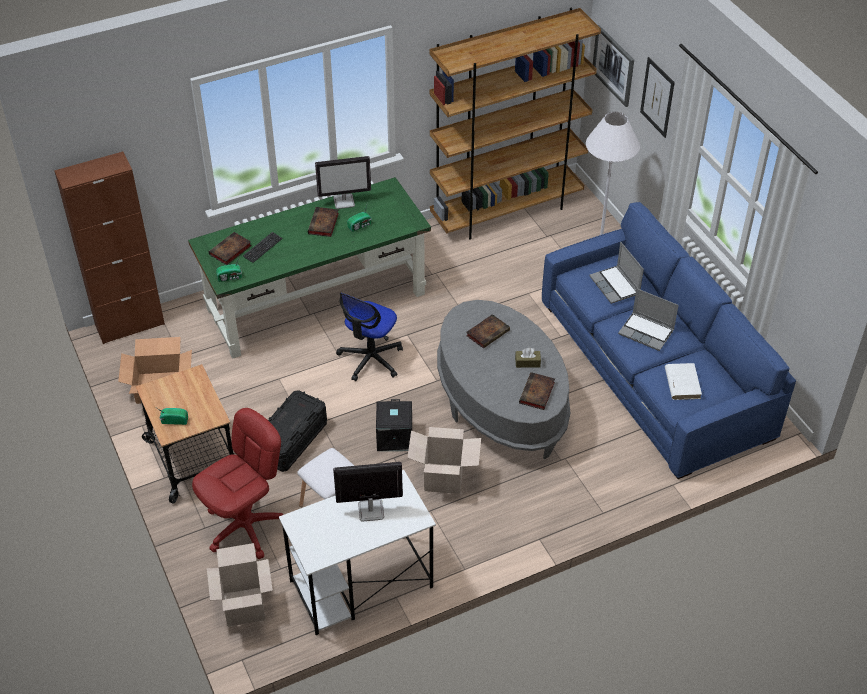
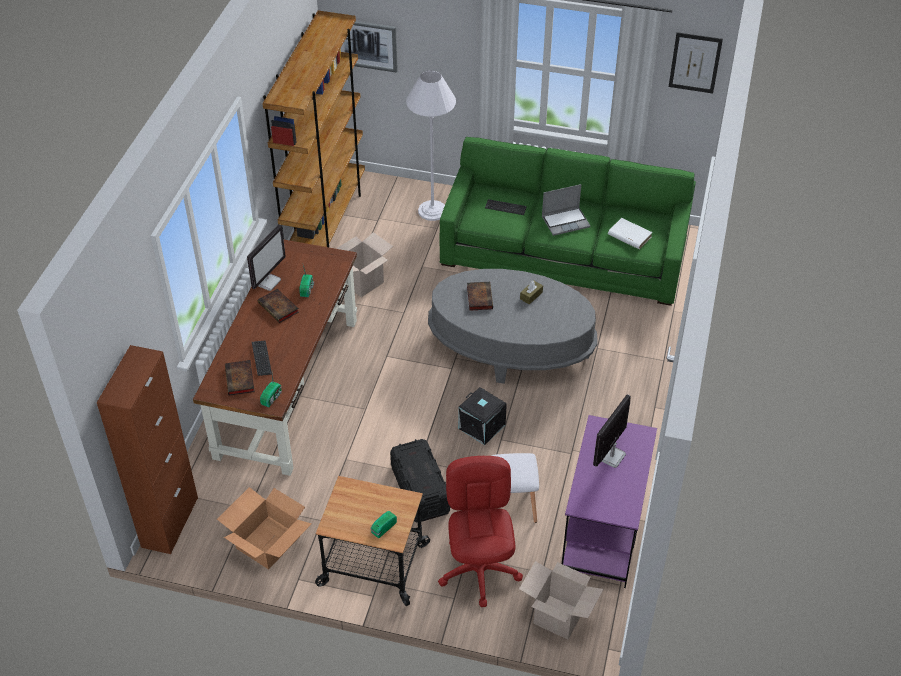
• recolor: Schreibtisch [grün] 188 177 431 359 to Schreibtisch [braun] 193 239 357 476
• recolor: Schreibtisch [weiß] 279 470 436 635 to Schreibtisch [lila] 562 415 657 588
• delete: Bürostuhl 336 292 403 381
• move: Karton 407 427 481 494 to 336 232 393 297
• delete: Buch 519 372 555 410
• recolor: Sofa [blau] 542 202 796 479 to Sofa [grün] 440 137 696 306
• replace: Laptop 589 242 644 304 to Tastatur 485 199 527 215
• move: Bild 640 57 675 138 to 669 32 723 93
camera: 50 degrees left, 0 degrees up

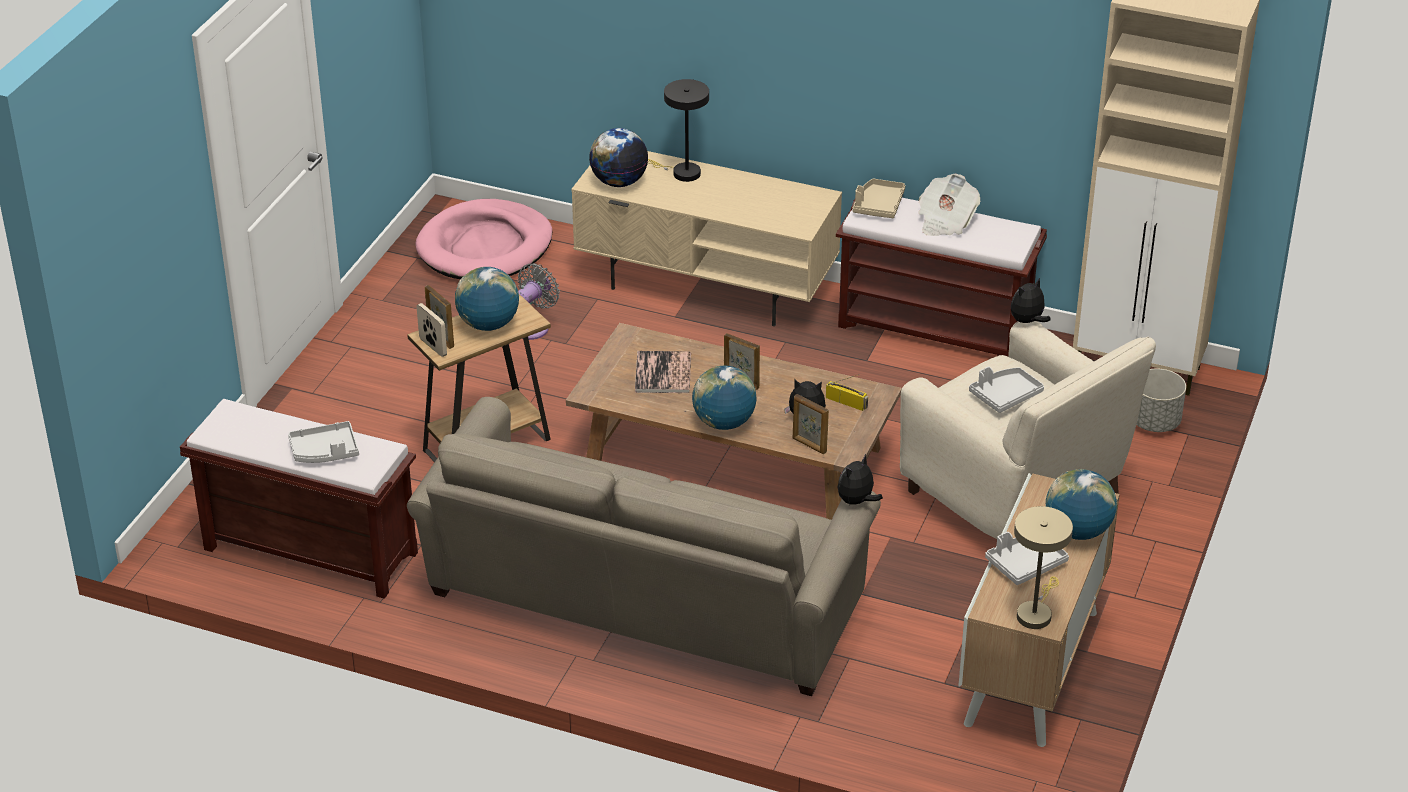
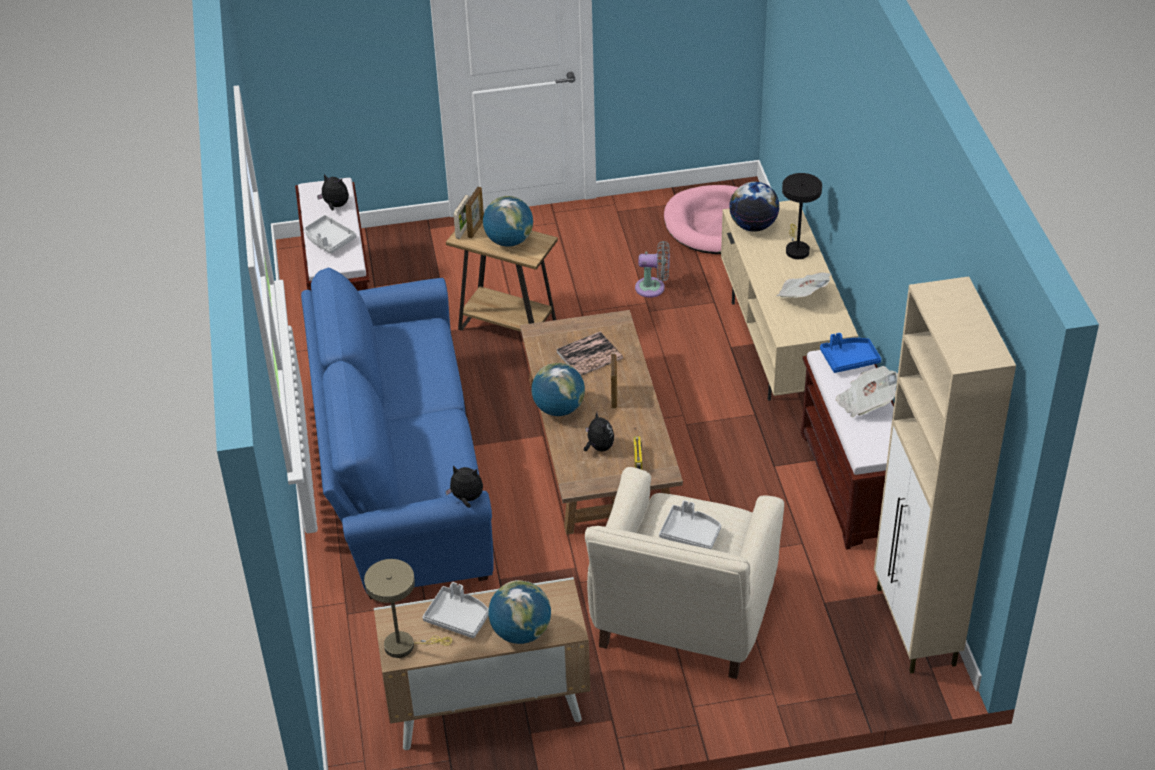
• recolor: Sofa [beige] 407 397 881 696 to Sofa [blau] 301 268 494 599
• delete: Bilderrahmen 793 394 829 454
• recolor: Tablett [beige] 853 179 905 218 to Tablett [blau] 820 333 881 373
• move: Plüschtier 1011 277 1051 323 to 317 174 349 211
• delete: Pflanzkübel [grau] 1136 369 1186 432
• insert: Zeitung 776 272 831 298
camera: 60 degrees right, 5 degrees up

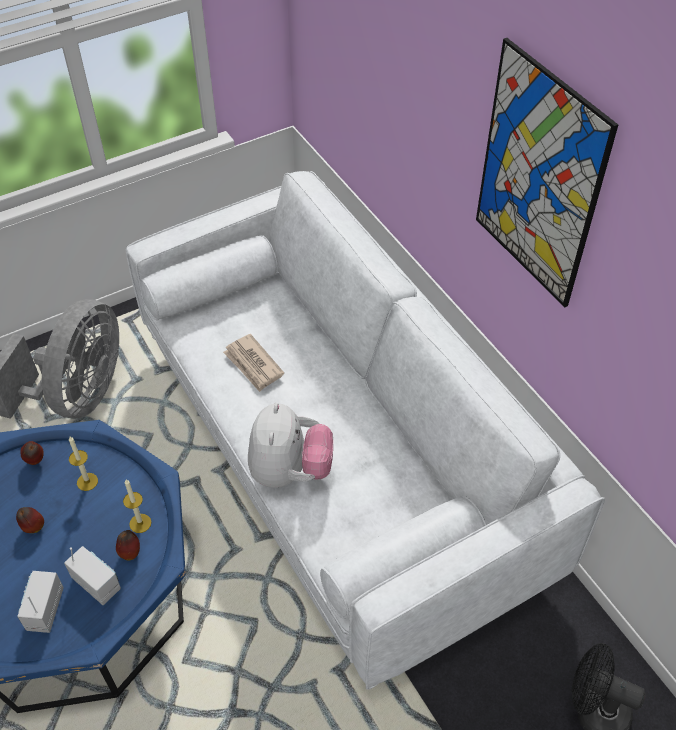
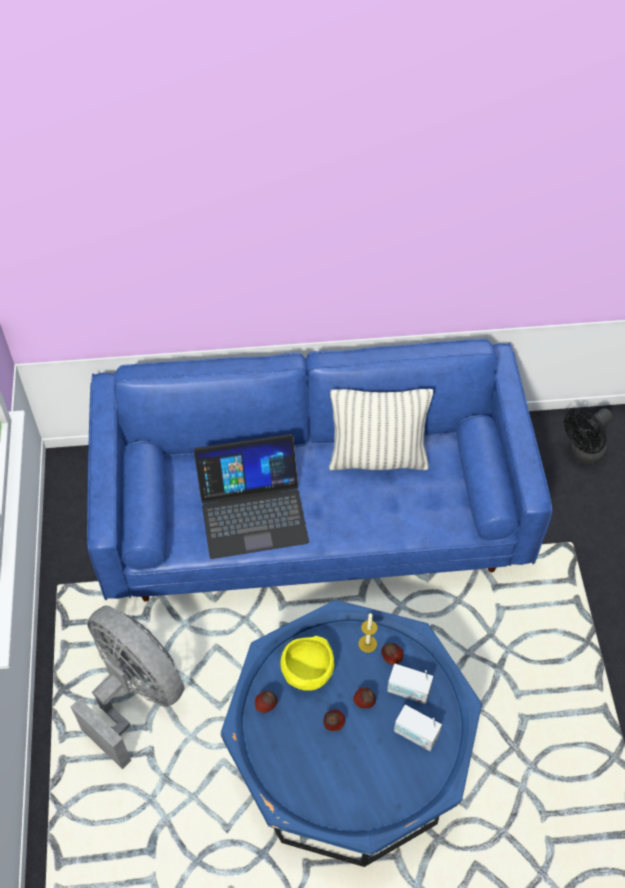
• rotate: Radio 64 546 121 605 = 387 664 433 704 135 degrees counterclockwise
• replace: Kerze 69 437 98 491 to Schüssel [gelb] 280 636 334 691
• recolor: Sofa [weiß] 126 171 605 690 to Sofa [blau] 87 339 552 602
• replace: Zeitung 223 334 284 392 to Laptop 194 434 309 559
• delete: Plüschtier 248 403 333 488
• delete: Bild 476 38 618 307
• insert: Kissen 329 389 433 470
• insert: Apfel 353 688 376 708
camera: 65 degrees left, 5 degrees up

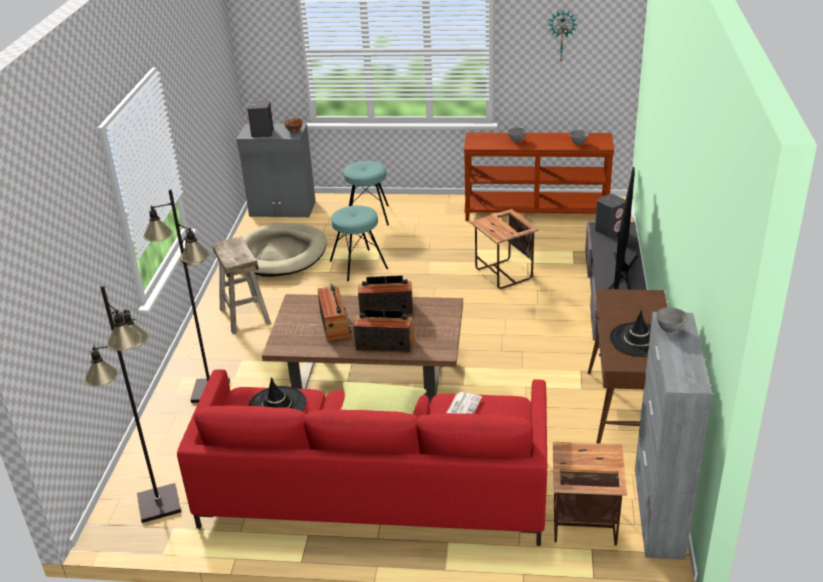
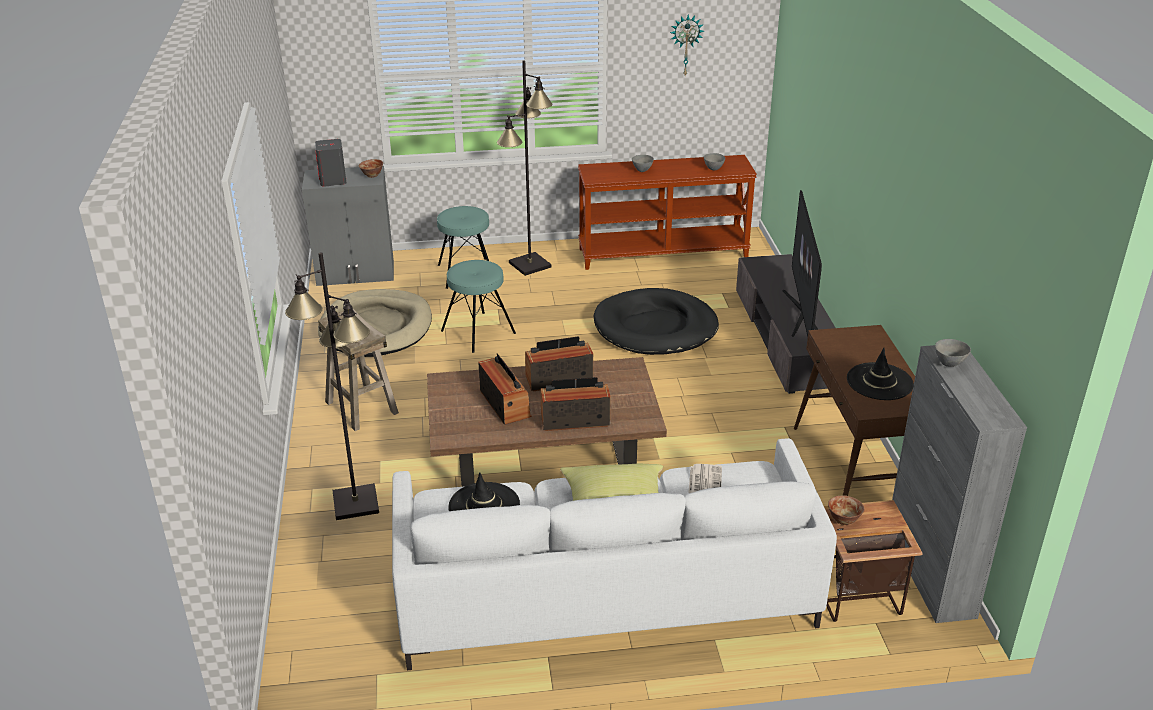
• move: Stehlampe [schwarz] 85 285 181 523 to 497 61 552 276
• recolor: Sofa [rot] 177 369 547 546 to Sofa [weiß] 392 438 837 671
• replace: Beistelltisch 471 209 539 289 to Hundebett [schwarz] 593 288 719 355
• delete: Lautsprecher [grau] 595 194 625 237
• insert: Schüssel 828 495 865 525
camera: 15 degrees left, 0 degrees up

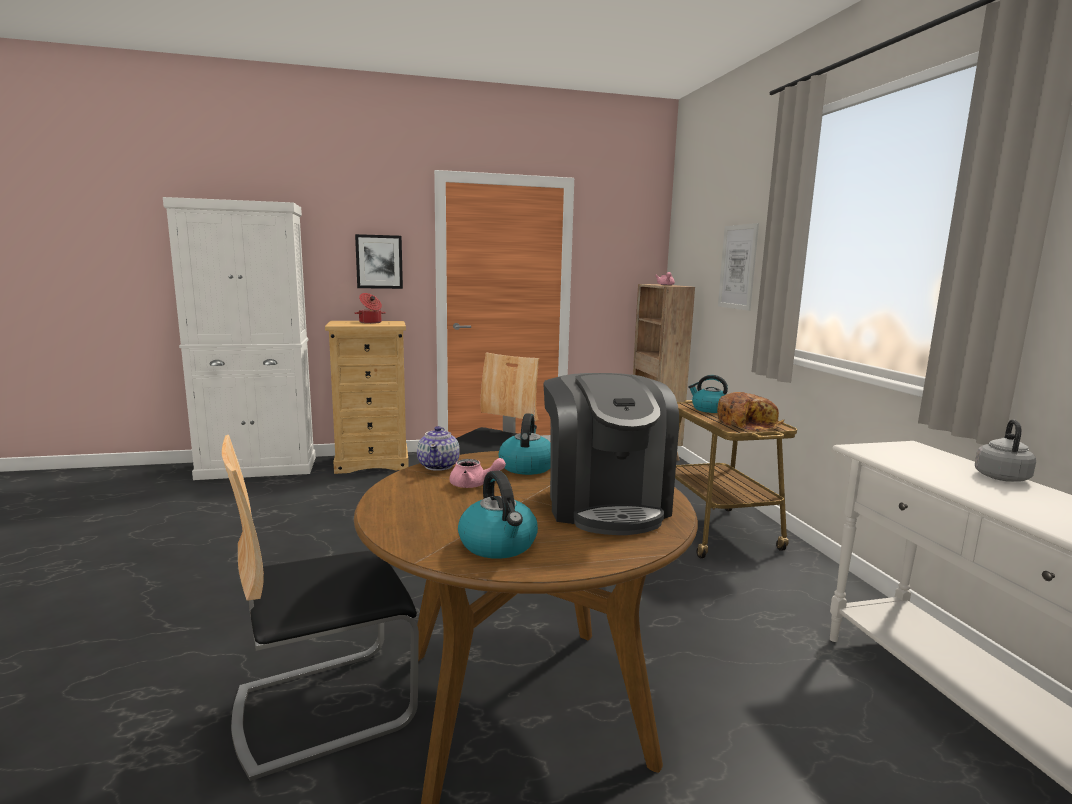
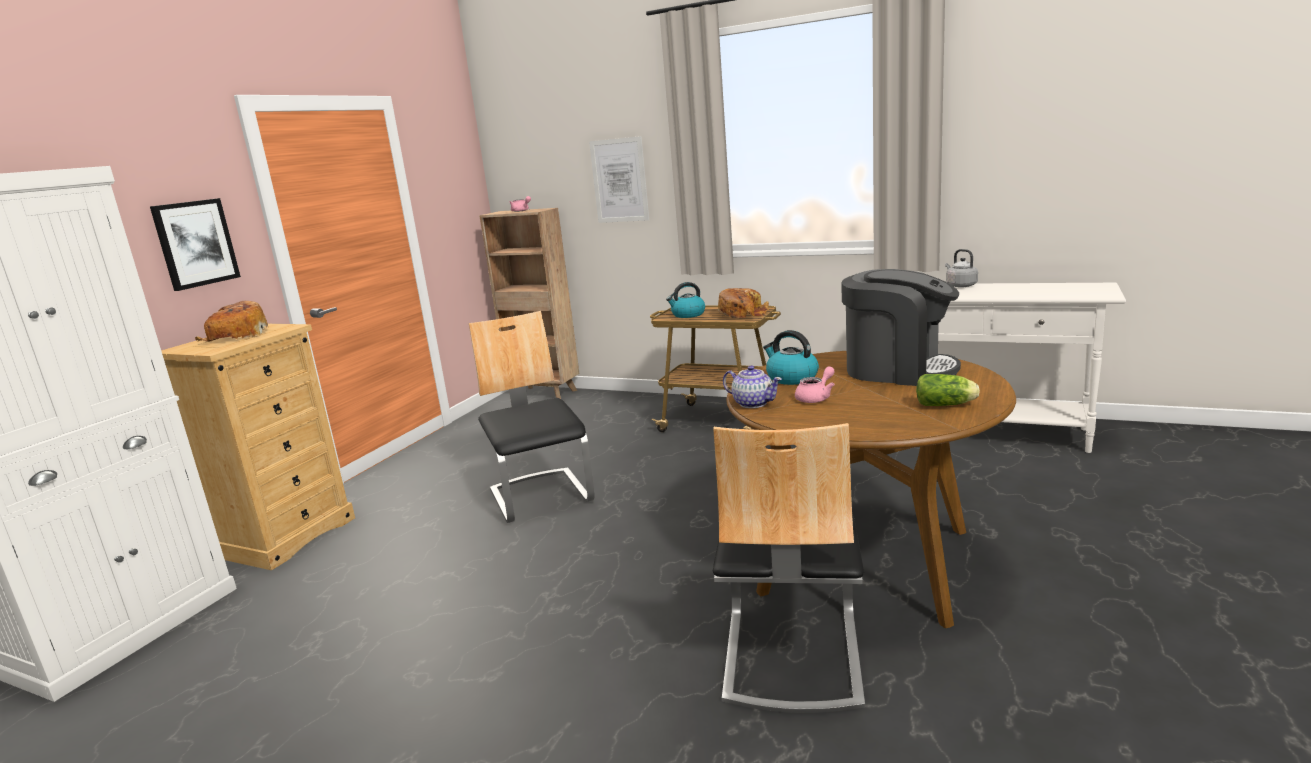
• replace: Kochtopf 355 293 386 324 to Brot 195 301 268 342
• replace: Wasserkessel 458 470 538 559 to Salatkopf 916 374 980 406
camera: 50 degrees left, 5 degrees up

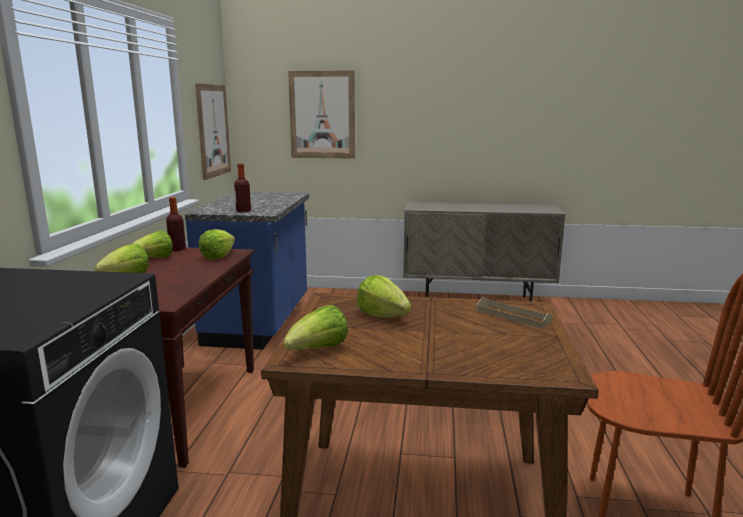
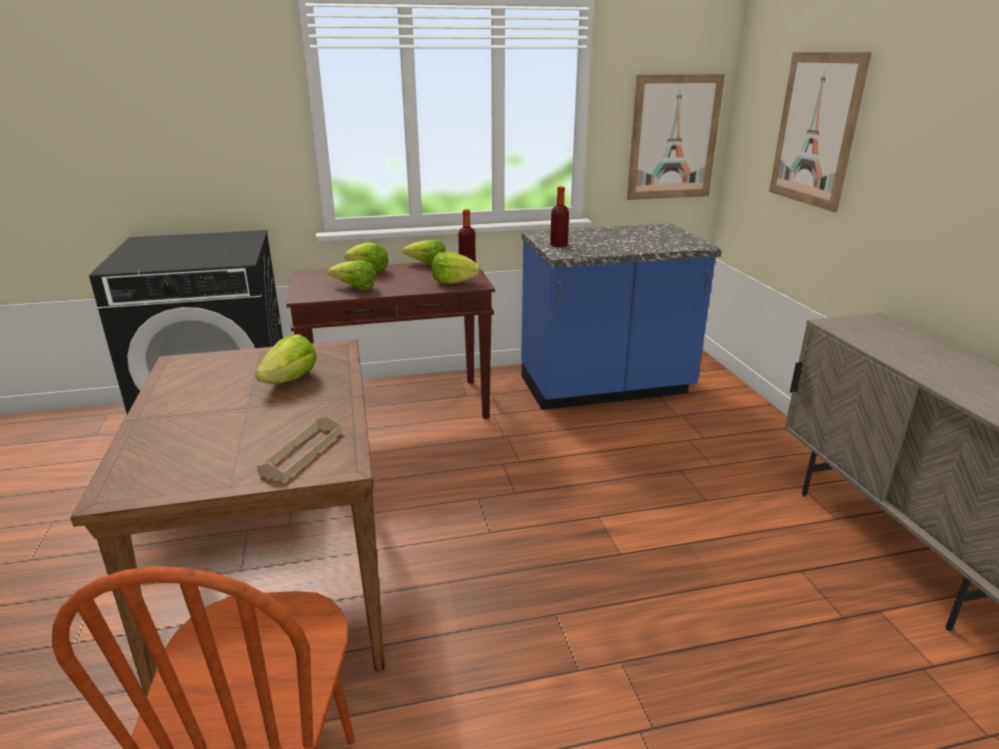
• move: Salatkopf 283 305 348 350 to 327 260 376 290
camera: 70 degrees right, 10 degrees up

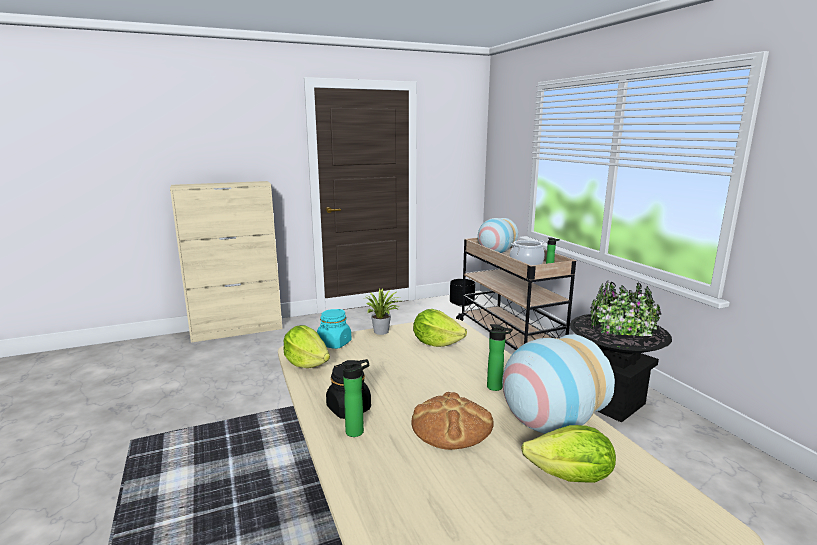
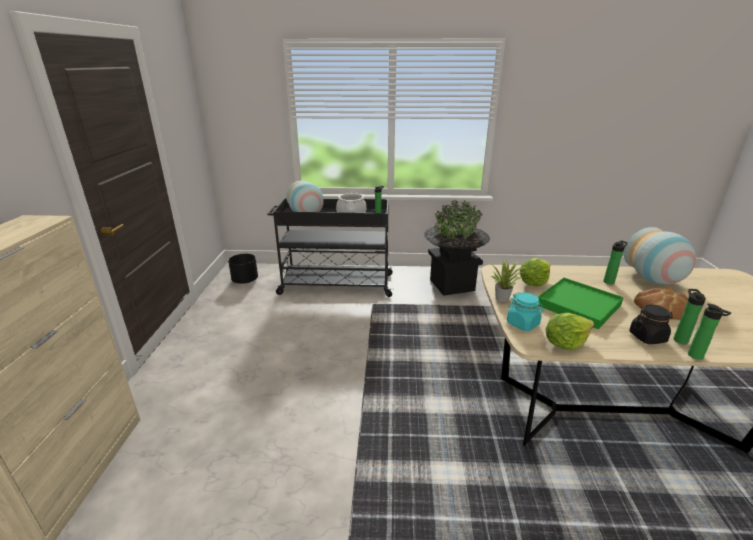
• recolor: Rollwagen [beige] 456 238 576 350 to Rollwagen [schwarz] 267 198 394 297
• delete: Salatkopf 521 425 616 483
• insert: Tablett [grün] 538 278 624 329
• insert: Flasche 688 303 731 360
camera: 65 degrees left, 10 degrees up

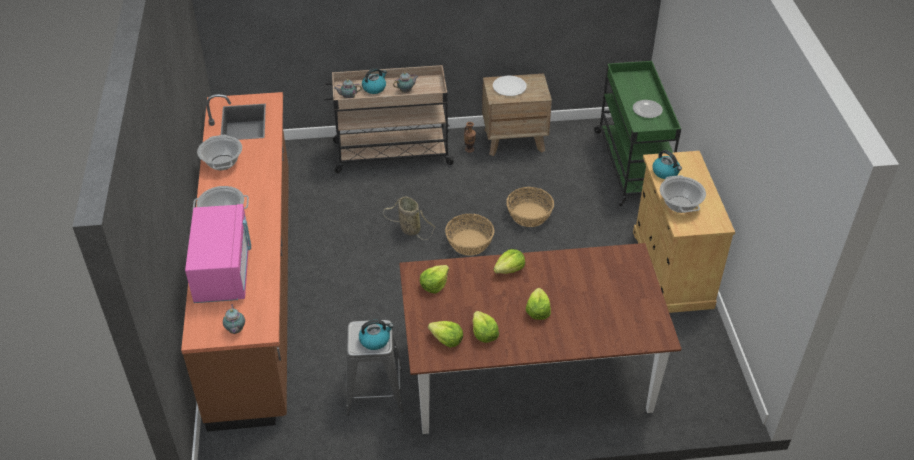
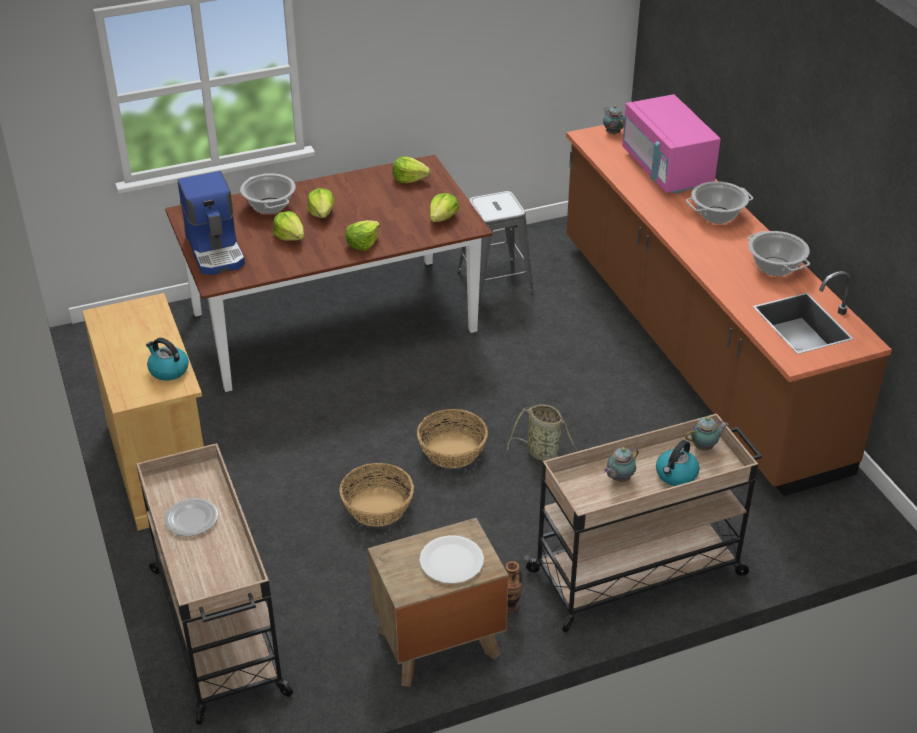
• delete: Wasserkessel 359 320 394 350
• move: Salatkopf 473 311 499 343 to 273 211 304 241
• recolor: Rollwagen [grün] 594 61 681 207 to Rollwagen [beige] 136 443 293 725
• move: Kochtopf 660 175 706 213 to 240 173 296 214
• insert: Kaffeemaschine 177 171 245 275
camera: 165 degrees right, 5 degrees down

